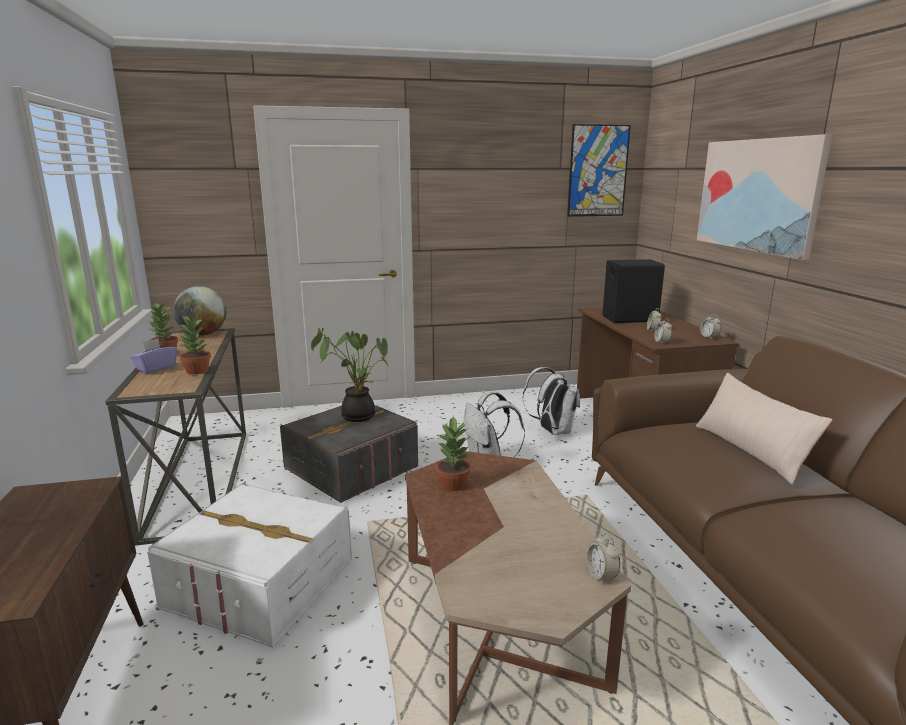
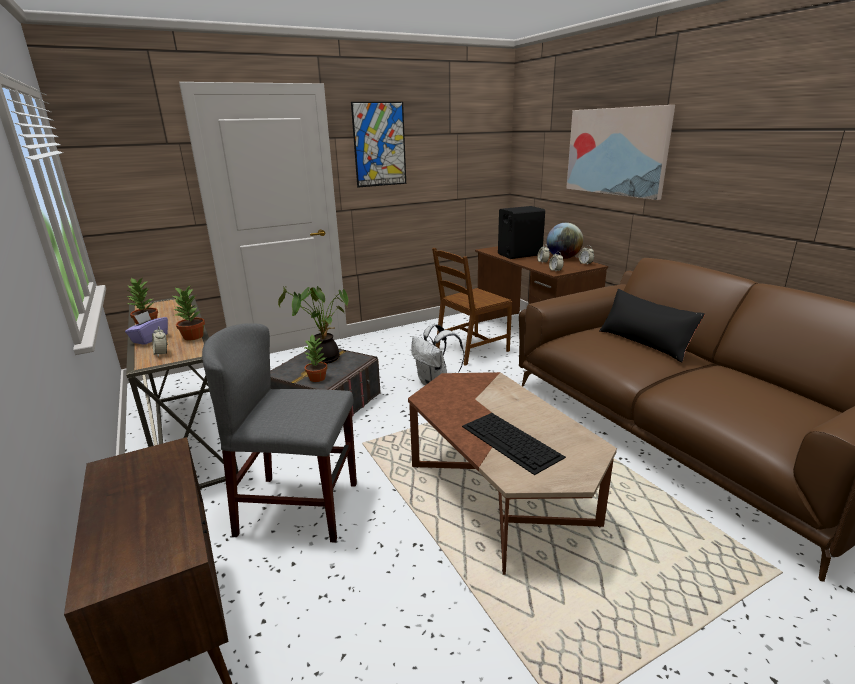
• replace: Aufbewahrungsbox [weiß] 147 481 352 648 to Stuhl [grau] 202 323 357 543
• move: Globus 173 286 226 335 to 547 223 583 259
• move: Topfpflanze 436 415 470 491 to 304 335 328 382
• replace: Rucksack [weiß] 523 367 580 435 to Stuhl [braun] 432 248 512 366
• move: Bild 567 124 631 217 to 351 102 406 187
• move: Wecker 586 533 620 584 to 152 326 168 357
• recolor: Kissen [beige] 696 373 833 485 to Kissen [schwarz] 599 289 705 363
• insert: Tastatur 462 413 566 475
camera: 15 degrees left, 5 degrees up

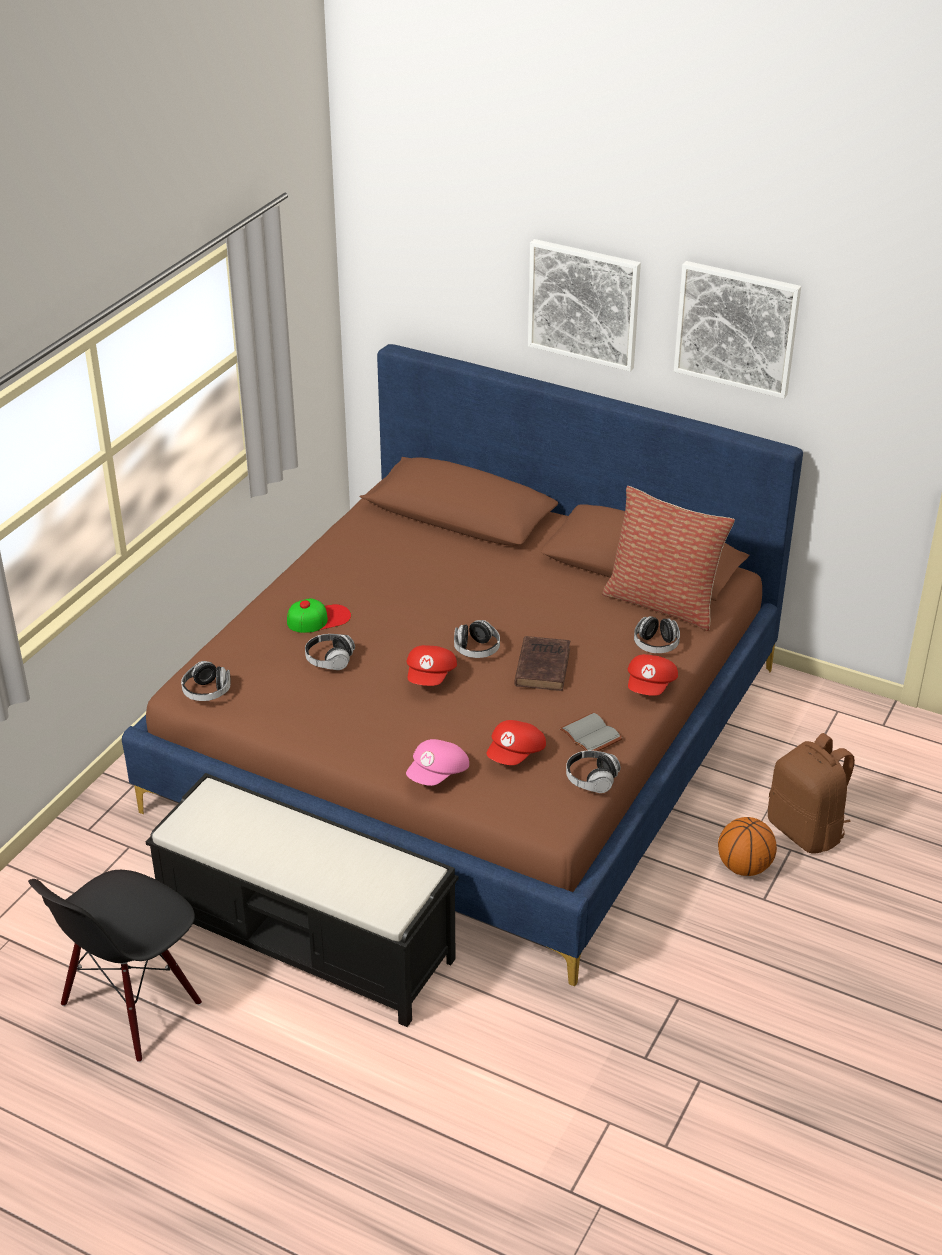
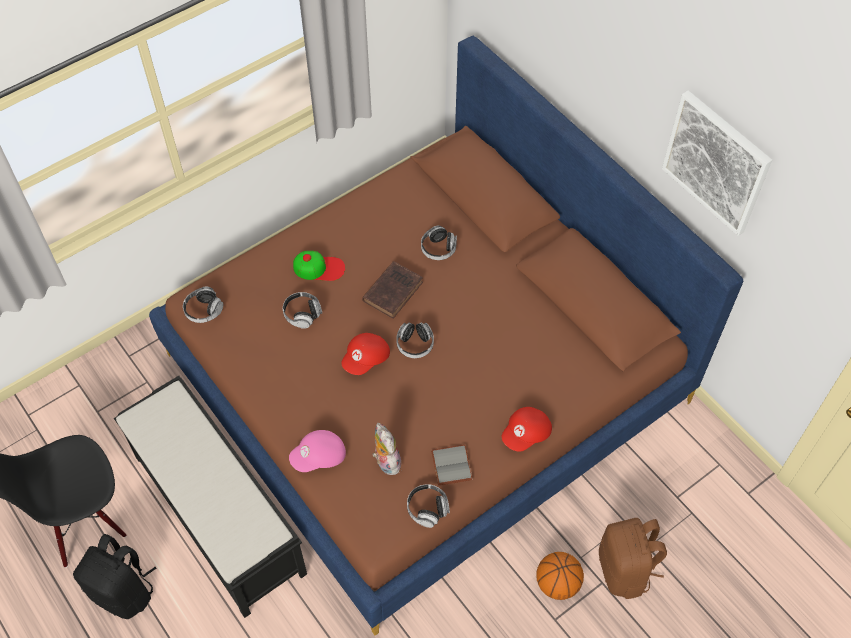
• replace: Kappe [rot] 486 720 546 765 to Plüschtier 372 423 401 475
• move: Buch [braun] 514 636 570 691 to 362 261 423 319
• delete: Bild 528 239 641 372
• delete: Kissen 602 486 735 631
• move: Kopfhörer 634 616 680 653 to 421 225 457 260
• insert: Rucksack [schwarz] 73 534 156 619
camera: 25 degrees right, 20 degrees up

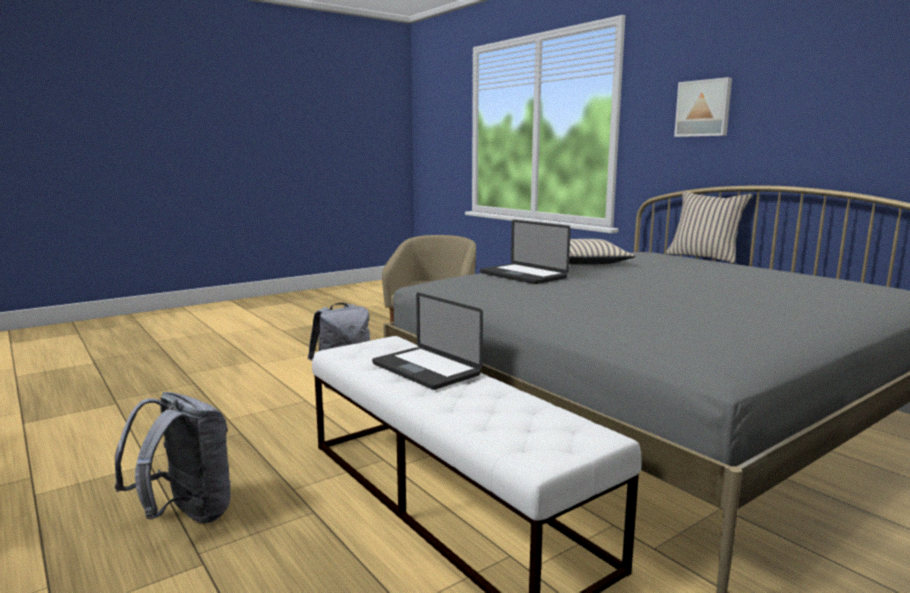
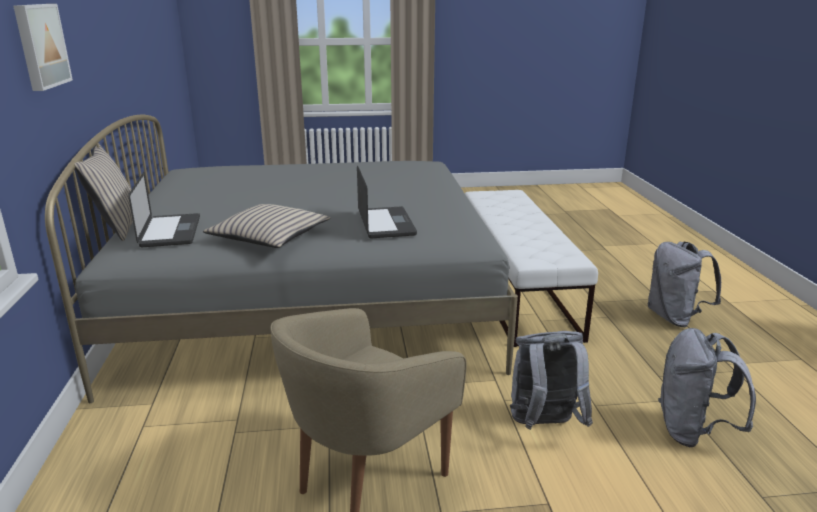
• move: Laptop 372 293 483 390 to 128 172 200 247
• insert: Rucksack [grau] 658 328 756 447
camera: 150 degrees left, 10 degrees up

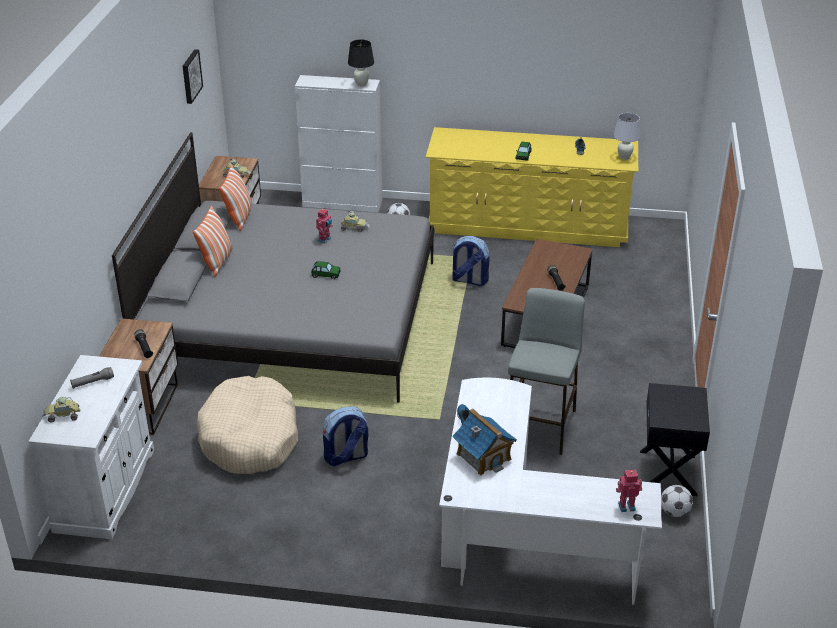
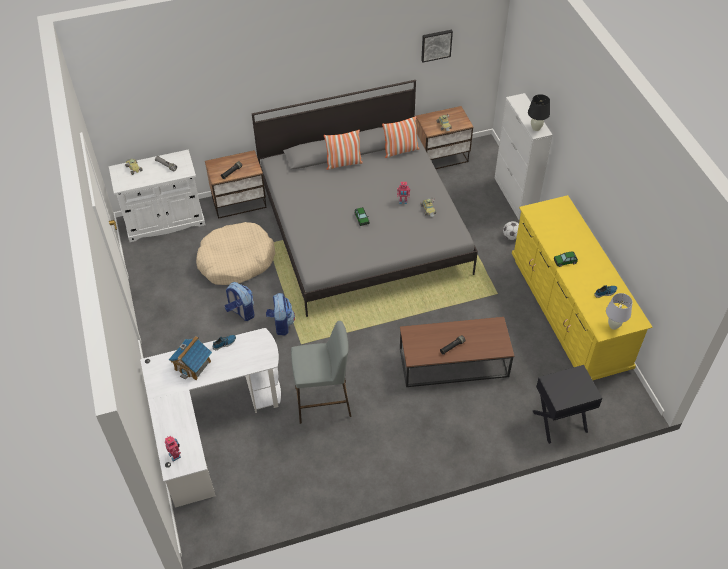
• move: Rucksack 452 236 489 286 to 266 293 295 336
• move: Nachttisch [schwarz] 640 383 710 496 to 533 365 602 444
• delete: Fußball 661 485 693 517
camera: 65 degrees right, 15 degrees up

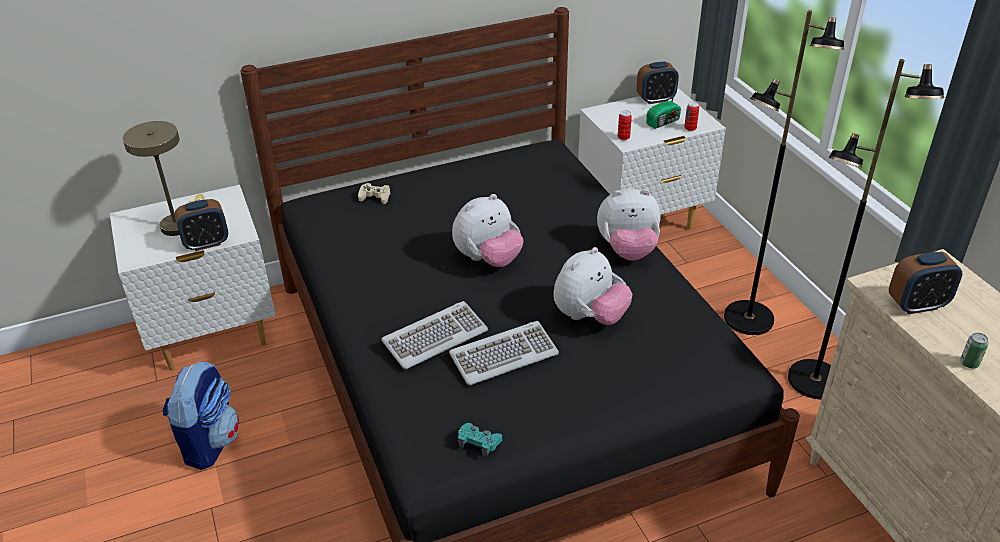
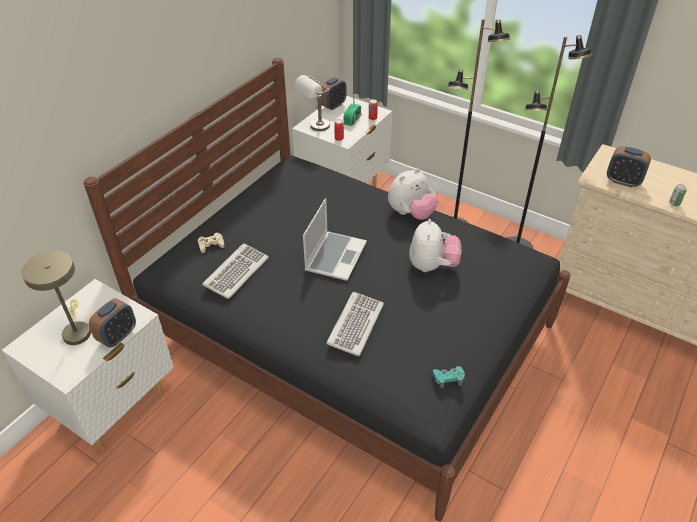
• delete: Rucksack 163 361 239 470
• move: Tastatur 449 321 559 386 to 202 243 269 299
• replace: Plüschtier 452 194 523 267 to Laptop 303 198 367 281
• rotate: Wecker 889 252 962 314 = 607 146 651 188 75 degrees clockwise
• insert: Tischlampe [grau] 294 75 330 131
camera: 35 degrees left, 5 degrees up

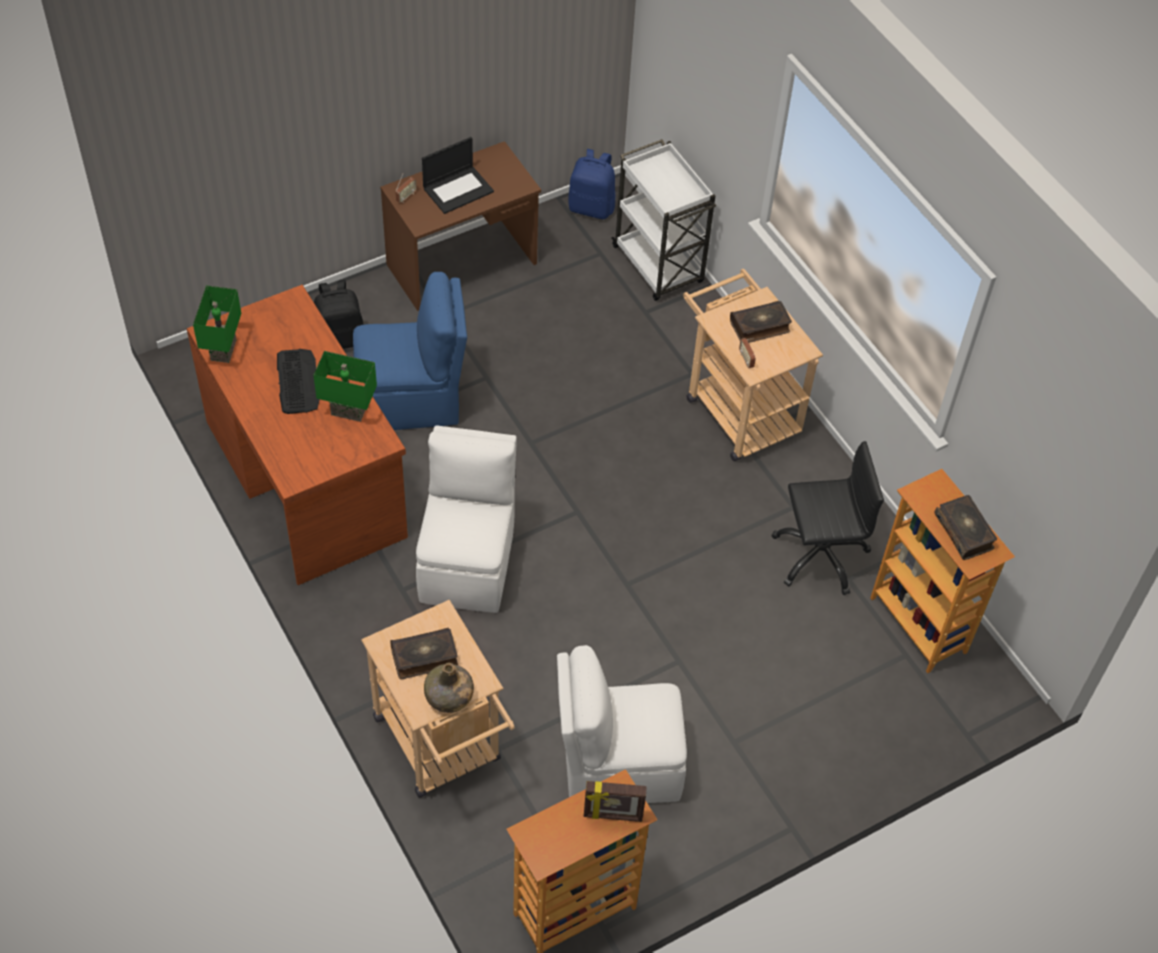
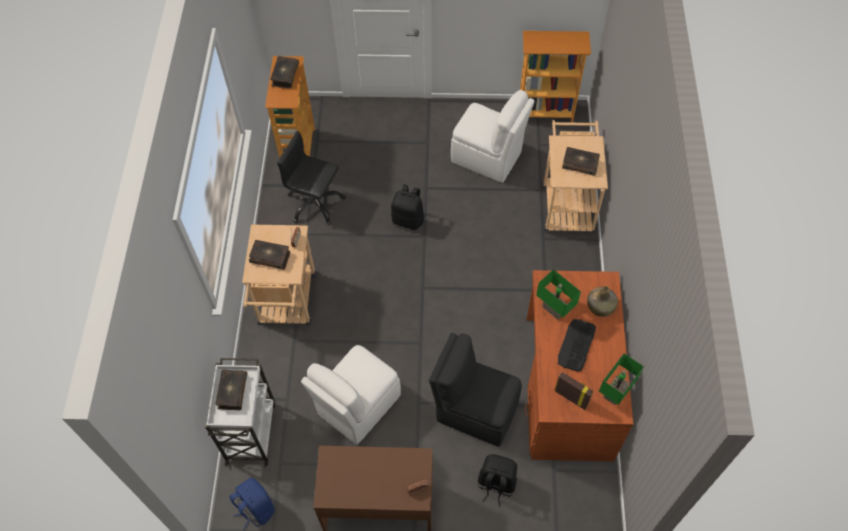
• recolor: Stuhl [blau] 353 272 467 430 to Stuhl [schwarz] 429 333 522 447
• move: Stuhl [weiß] 416 425 517 613 to 301 345 401 445
• delete: Laptop 422 137 494 214
• move: Flasche [grün] 424 663 474 713 to 587 286 618 317
• move: Bilderrahmen 584 781 647 822 to 554 372 593 410
• insert: Buch 215 369 248 410
• insert: Rucksack [schwarz] 391 184 424 230
camera: 145 degrees left, 5 degrees up

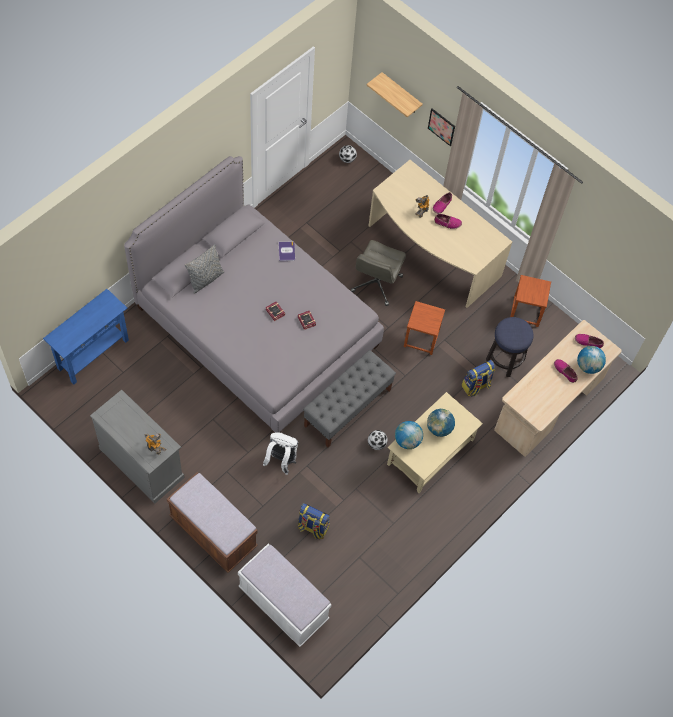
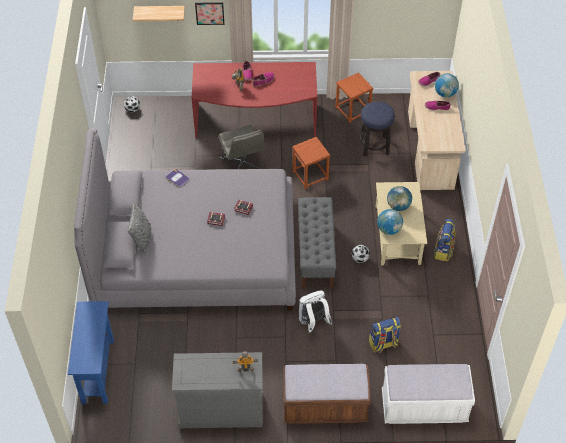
• recolor: Schreibtisch [beige] 369 160 512 308 to Schreibtisch [rot] 191 62 317 138
• move: Rucksack 461 360 495 396 to 434 219 456 261
camera: 40 degrees left, 10 degrees down

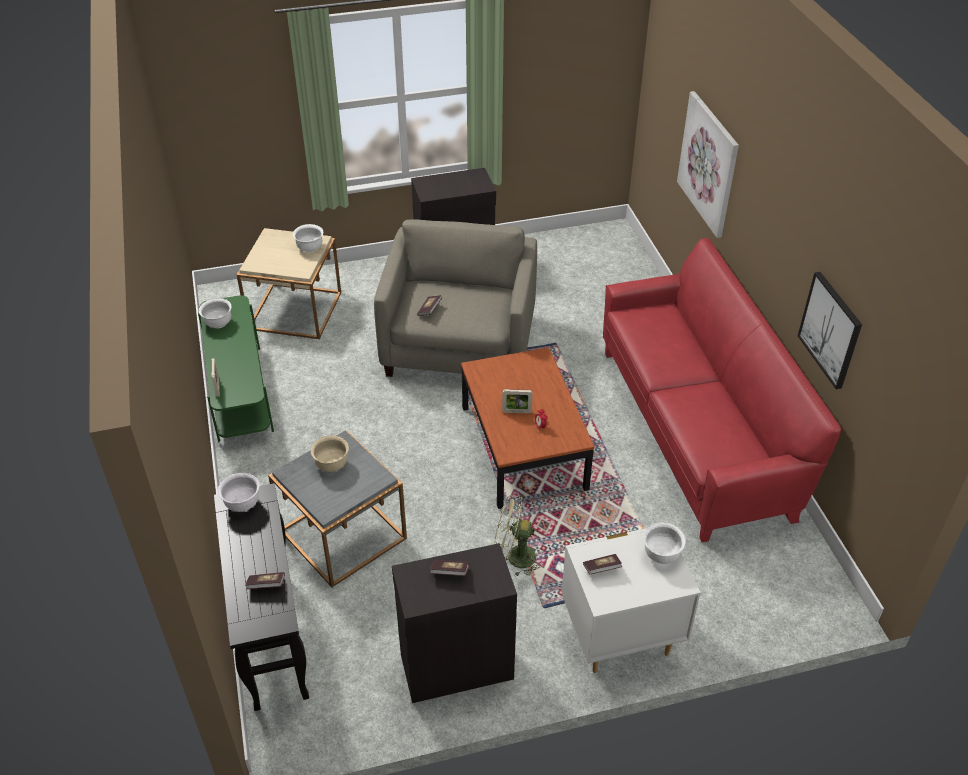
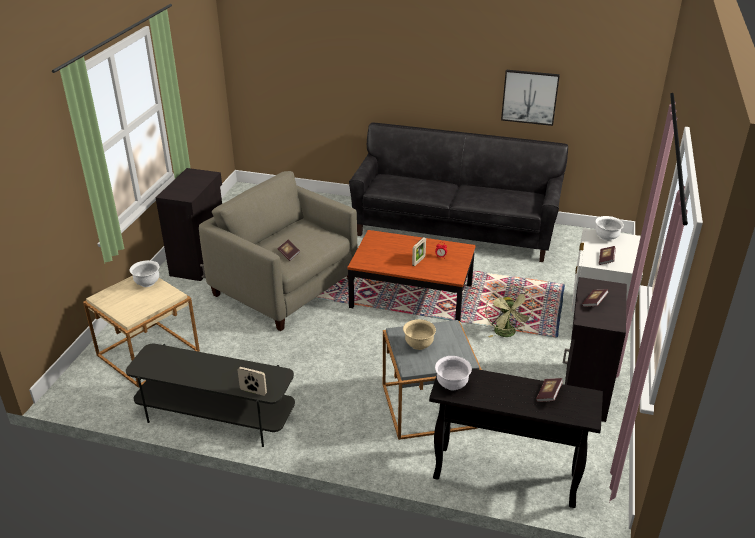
• recolor: Fernsehschrank [grün] 198 295 274 442 to Fernsehschrank [grau] 126 344 295 447
• delete: Schüssel [weiß] 199 298 232 328
• rotate: Ventilator [grün] 494 495 544 577 = 485 286 535 338 45 degrees counterclockwise
• recolor: Sofa [rot] 603 238 841 542 to Sofa [schwarz] 349 123 568 262
• delete: Bild 677 91 739 238
camera: 60 degrees left, 10 degrees down

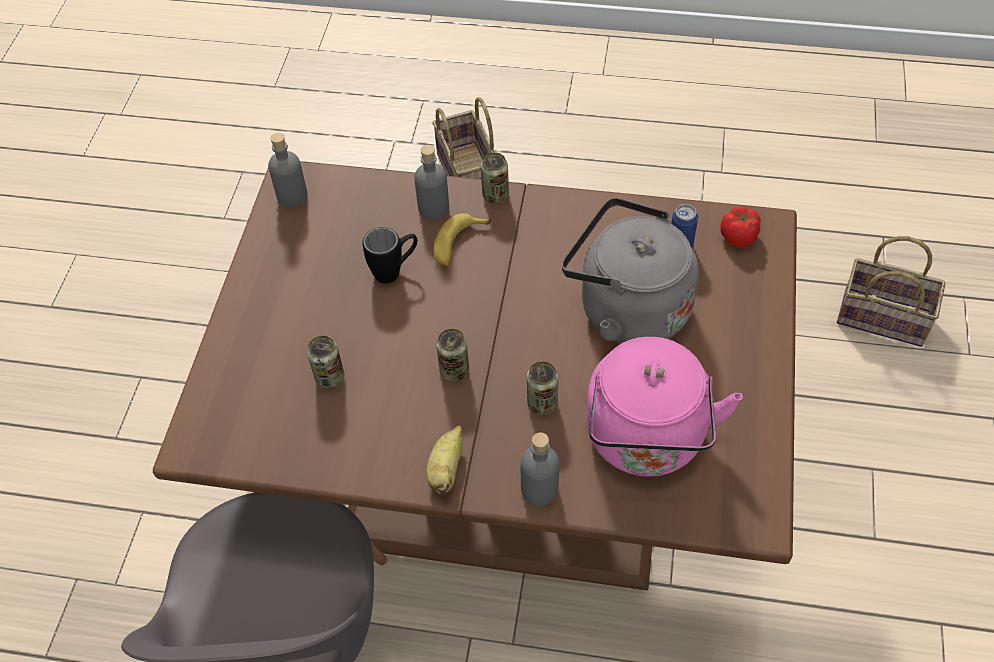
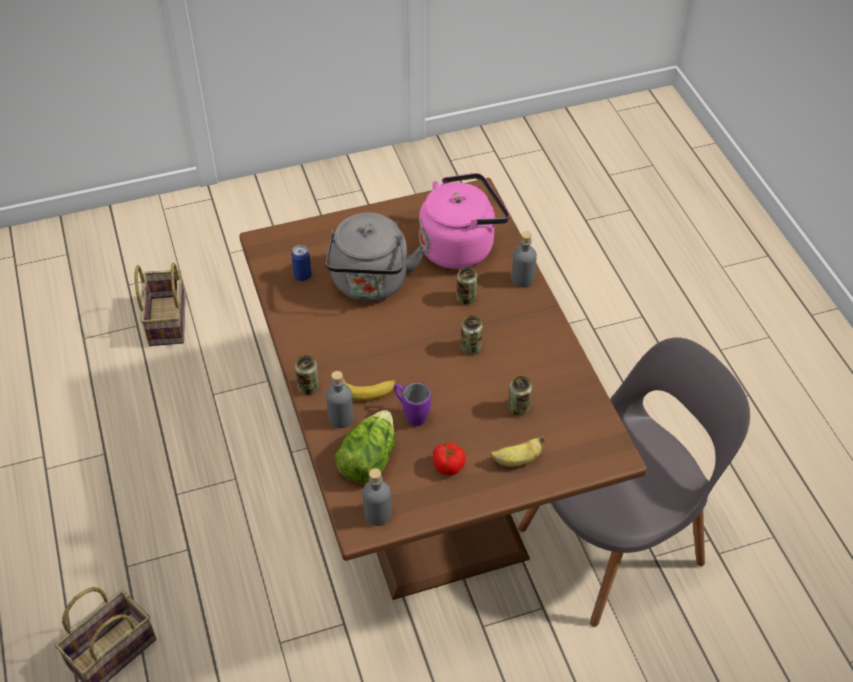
• recolor: Henkelbecher [schwarz] 362 227 417 284 to Henkelbecher [lila] 394 382 431 426
• move: Banane 426 426 463 494 to 490 437 545 467
• move: Tomate 720 206 761 248 to 433 442 466 476
• insert: Salatkopf 335 410 395 483
camera: 120 degrees left, 5 degrees down

